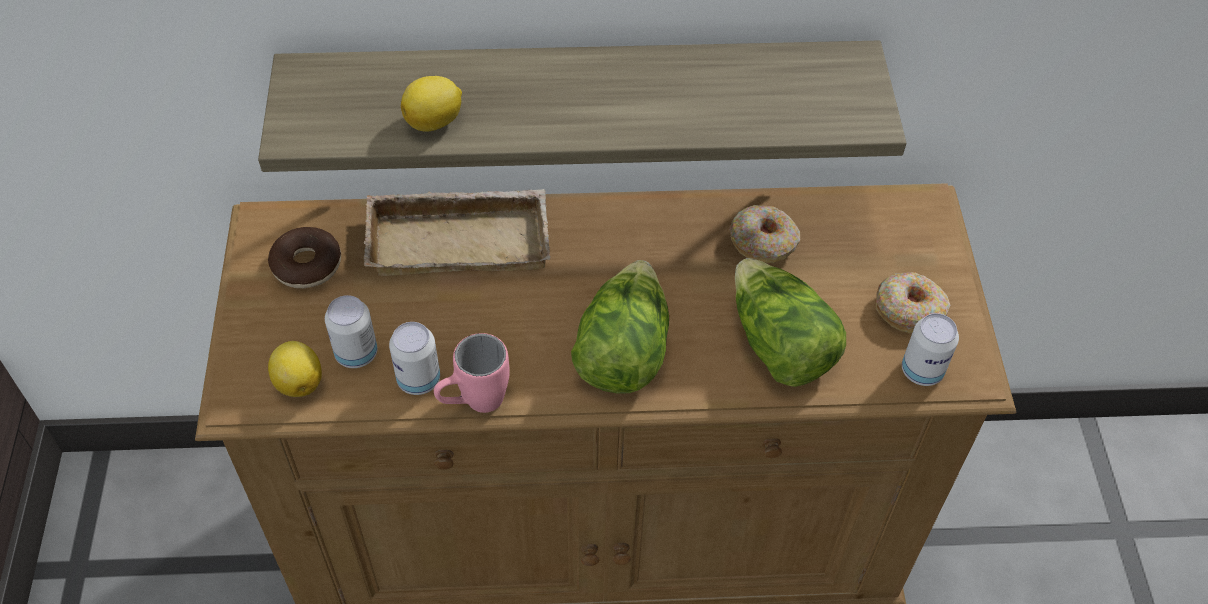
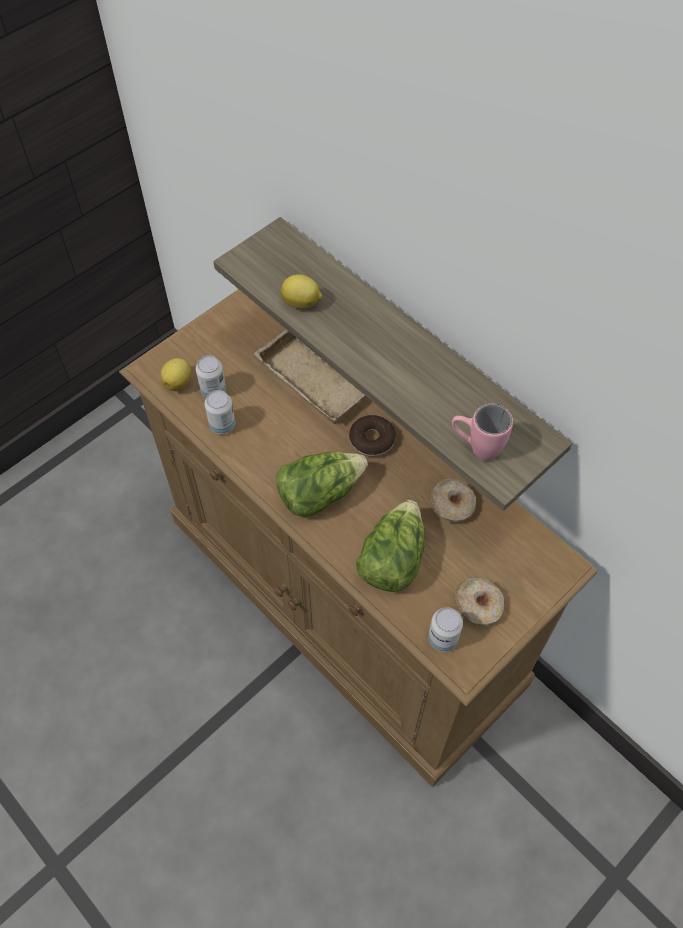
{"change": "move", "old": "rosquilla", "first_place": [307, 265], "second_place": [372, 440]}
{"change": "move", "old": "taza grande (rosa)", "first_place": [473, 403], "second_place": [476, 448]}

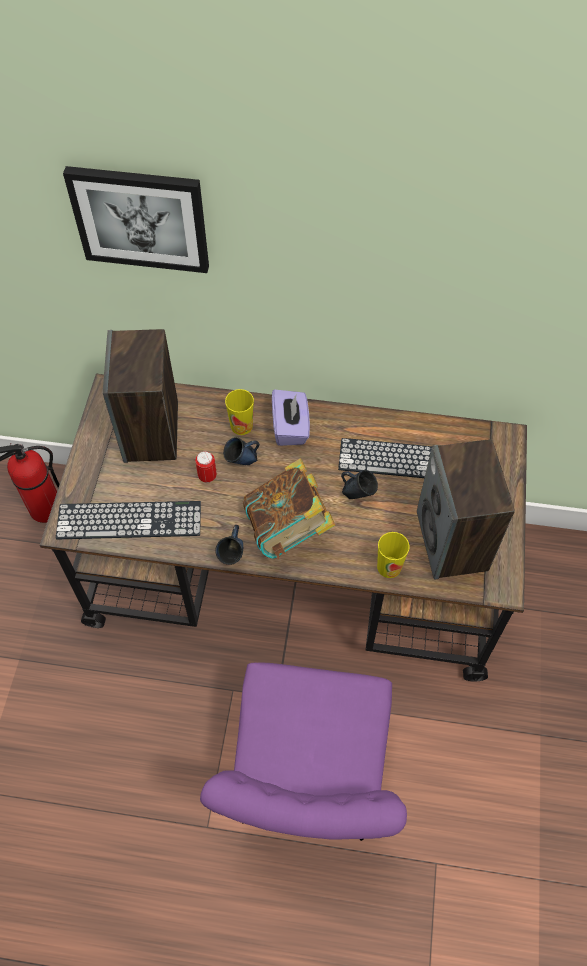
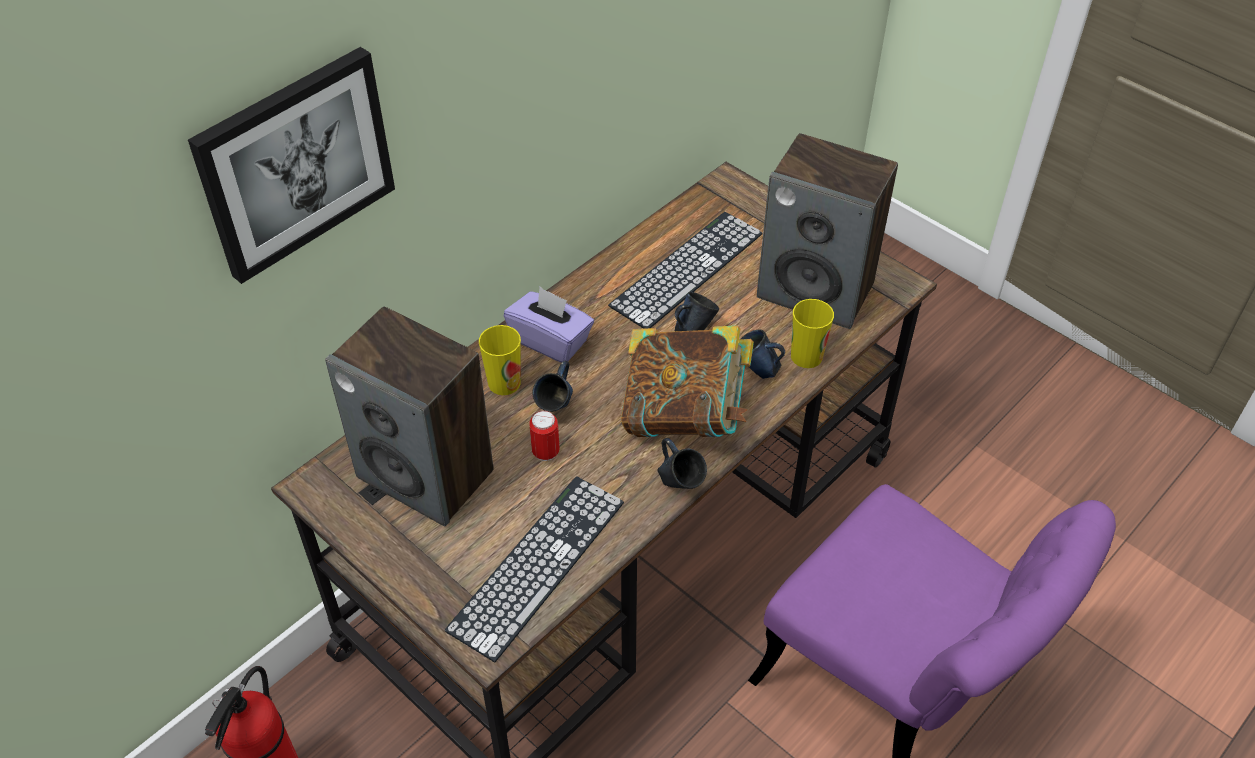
{"change": "insert", "new": "taza grande (azul)", "second_place": [757, 371]}

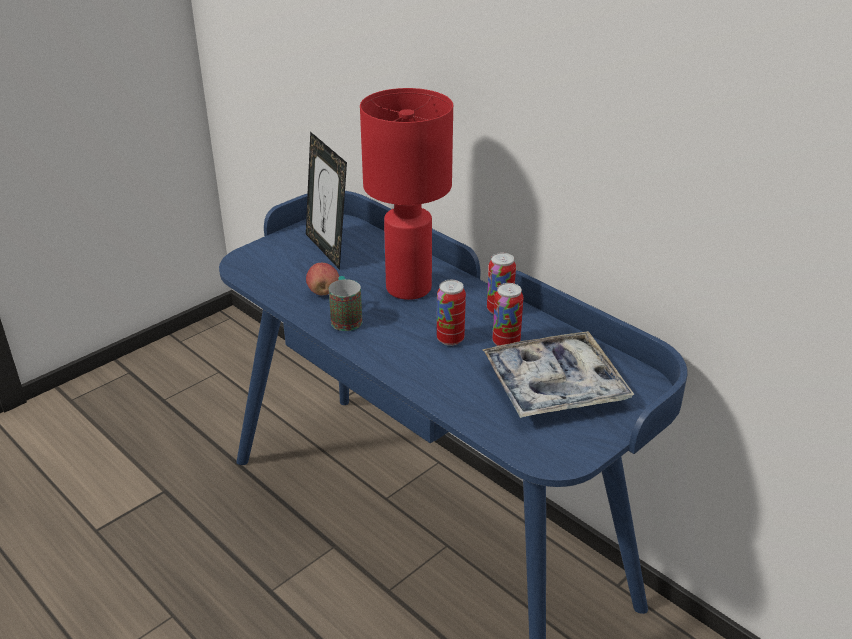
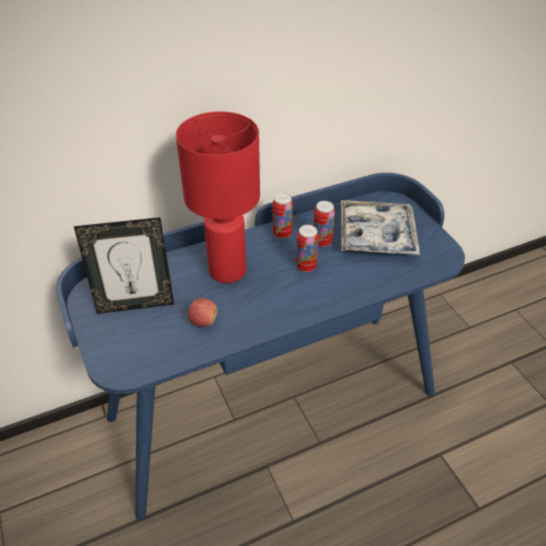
{"change": "delete", "old": "taza grande", "first_place": [345, 318]}

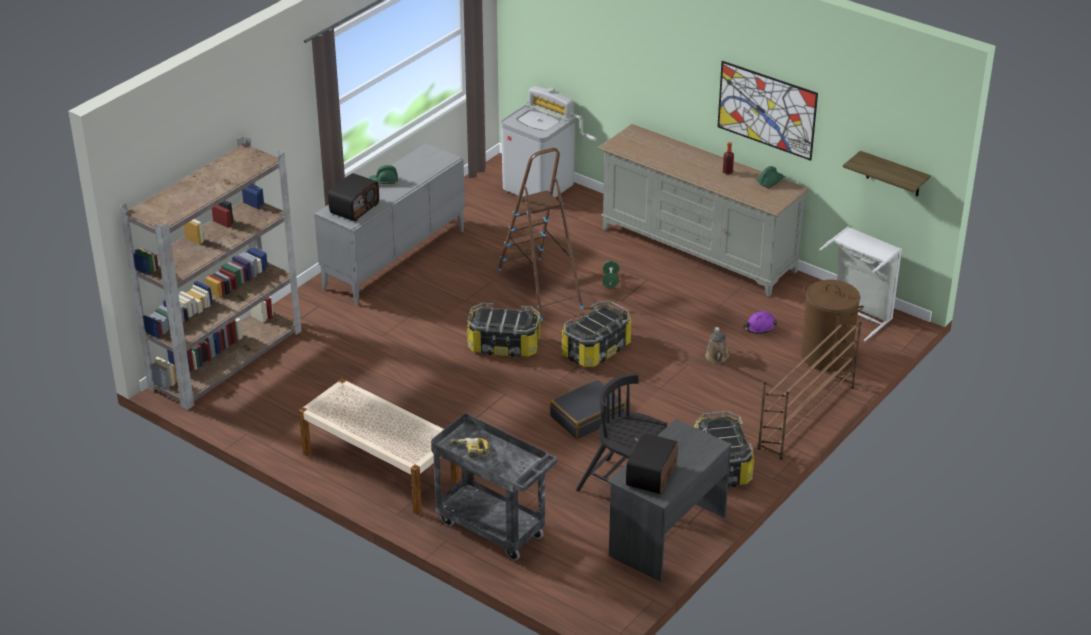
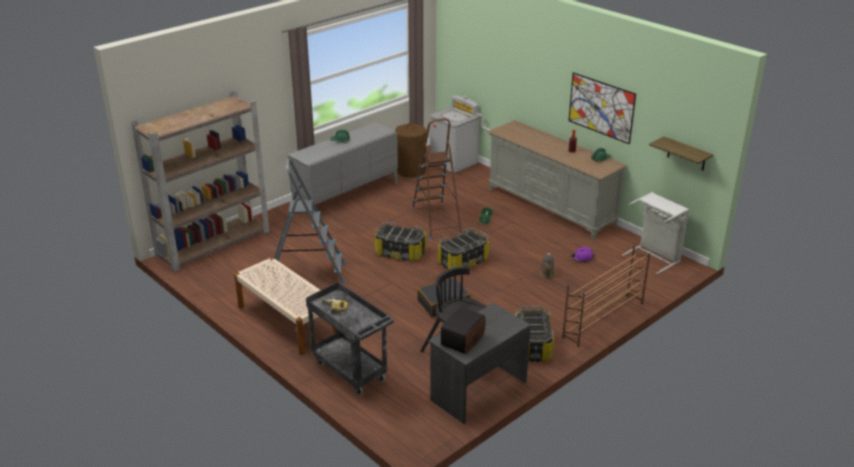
{"change": "delete", "old": "radio", "first_place": [354, 208]}
{"change": "insert", "new": "escalera de tijera (gris)", "second_place": [307, 274]}
{"change": "move", "old": "cesto de la ropa (marrón)", "first_place": [826, 356], "second_place": [411, 170]}

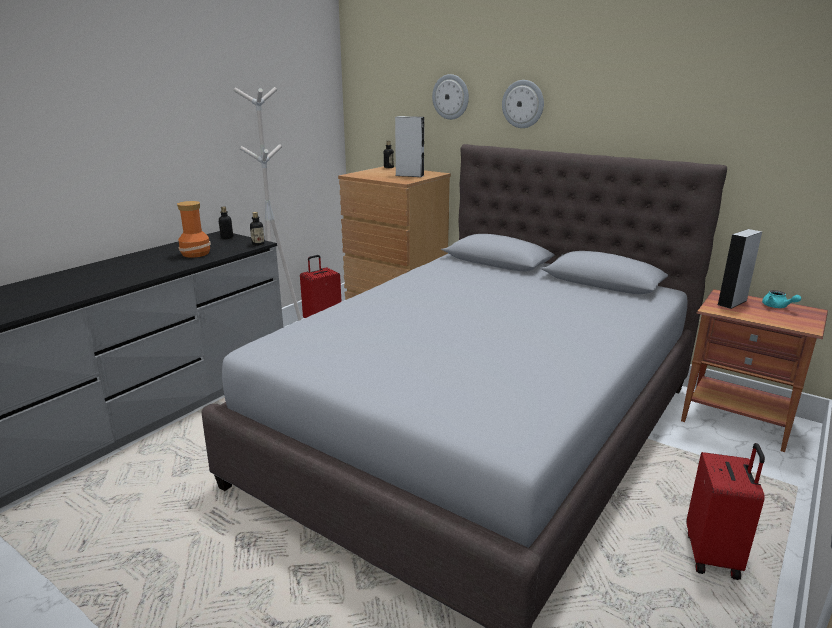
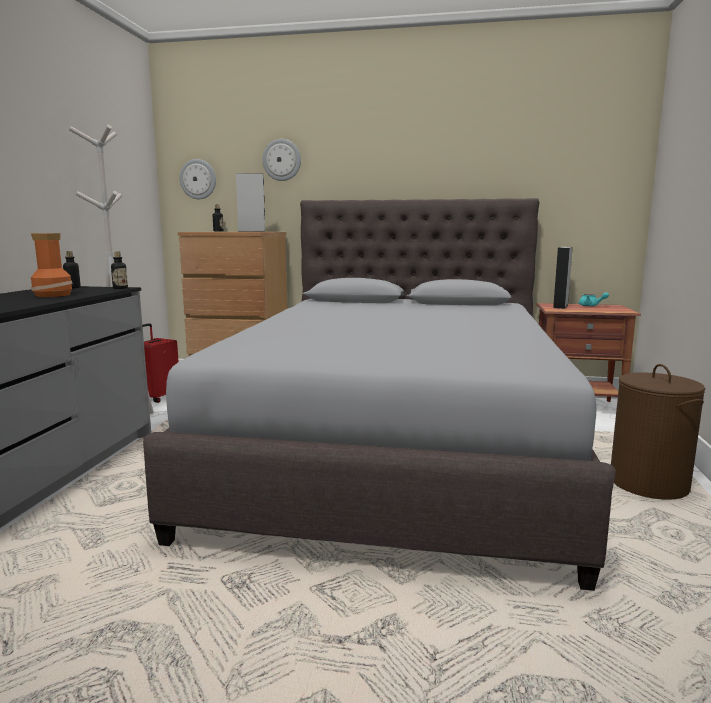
{"change": "move", "old": "reloj de pared", "first_place": [523, 104], "second_place": [198, 179]}
{"change": "replace", "old": "maleta (rojo)", "new": "cesto de la ropa (marrón)", "first_place": [714, 555], "second_place": [649, 484]}

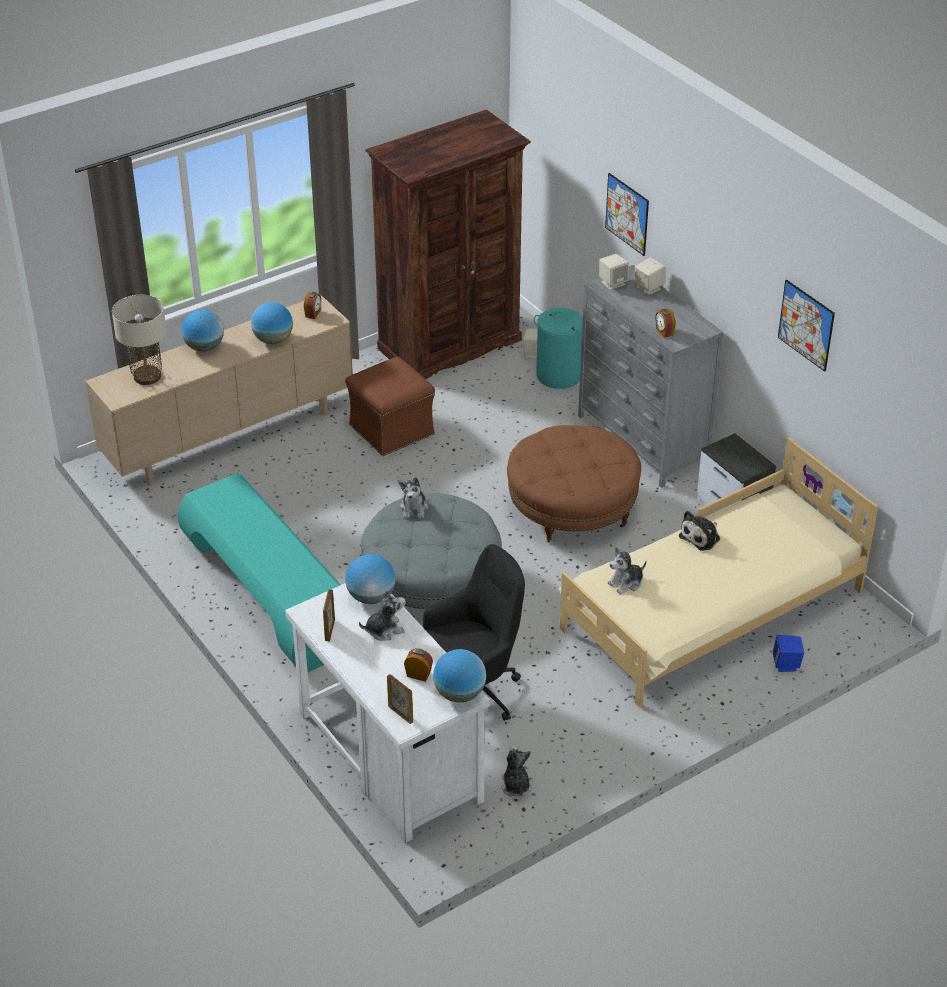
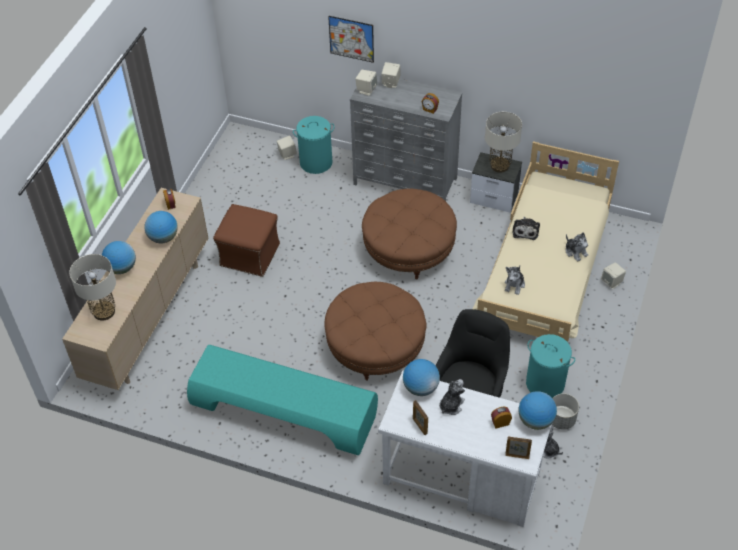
{"change": "delete", "old": "armario ropero (marrón)", "first_place": [450, 344]}
{"change": "delete", "old": "cuadro", "first_place": [806, 325]}
{"change": "insert", "new": "lámpara de mesa", "second_place": [499, 165]}
{"change": "insert", "new": "cesto de la ropa (turquesa)", "second_place": [545, 383]}
{"change": "insert", "new": "maceta (gris)", "second_place": [561, 419]}
{"change": "move", "old": "peluche", "first_place": [414, 508], "second_place": [575, 252]}
{"change": "recolor", "old": "puf (gris)", "new": "puf (marrón)", "first_place": [432, 583], "second_place": [375, 347]}
{"change": "recolor", "old": "altavoz (azul)", "new": "altavoz (beis)", "first_place": [786, 664], "second_place": [612, 282]}

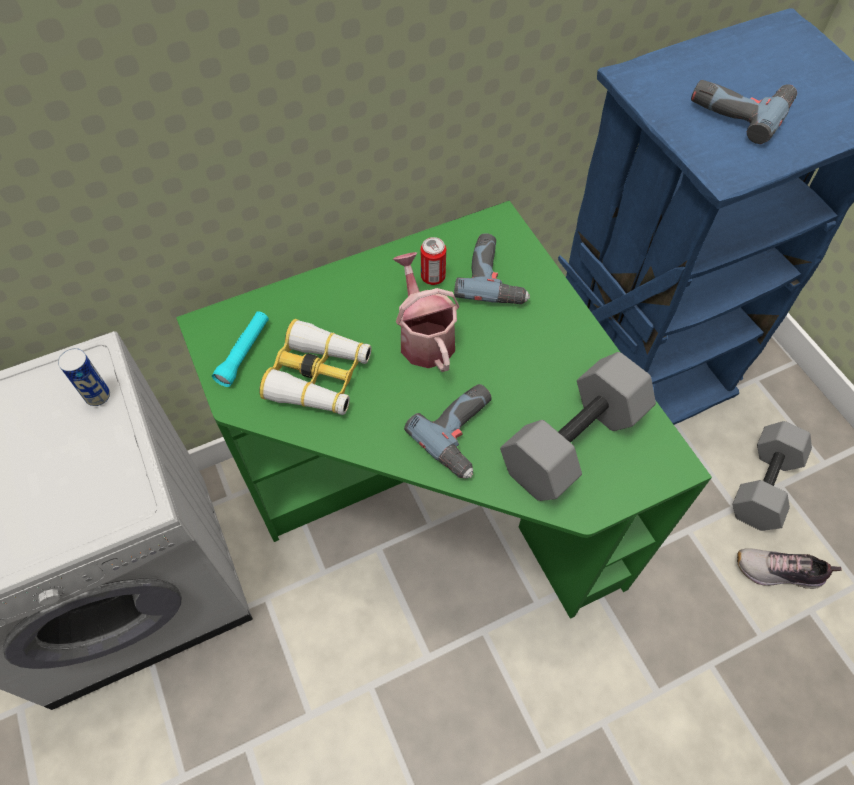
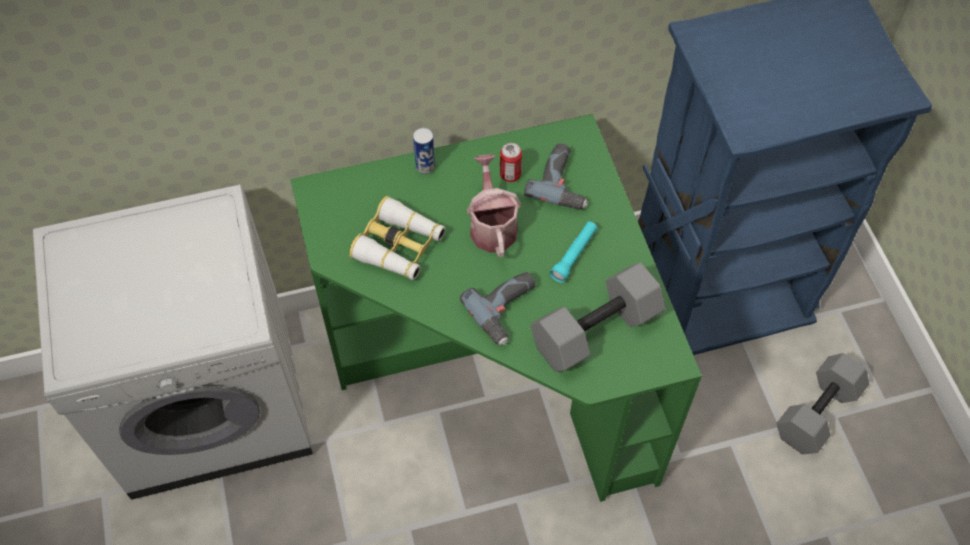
{"change": "delete", "old": "taladro", "first_place": [740, 108]}
{"change": "delete", "old": "zapato", "first_place": [778, 572]}
{"change": "move", "old": "lata", "first_place": [98, 396], "second_place": [425, 167]}
{"change": "move", "old": "linterna (turquesa)", "first_place": [244, 353], "second_place": [574, 255]}

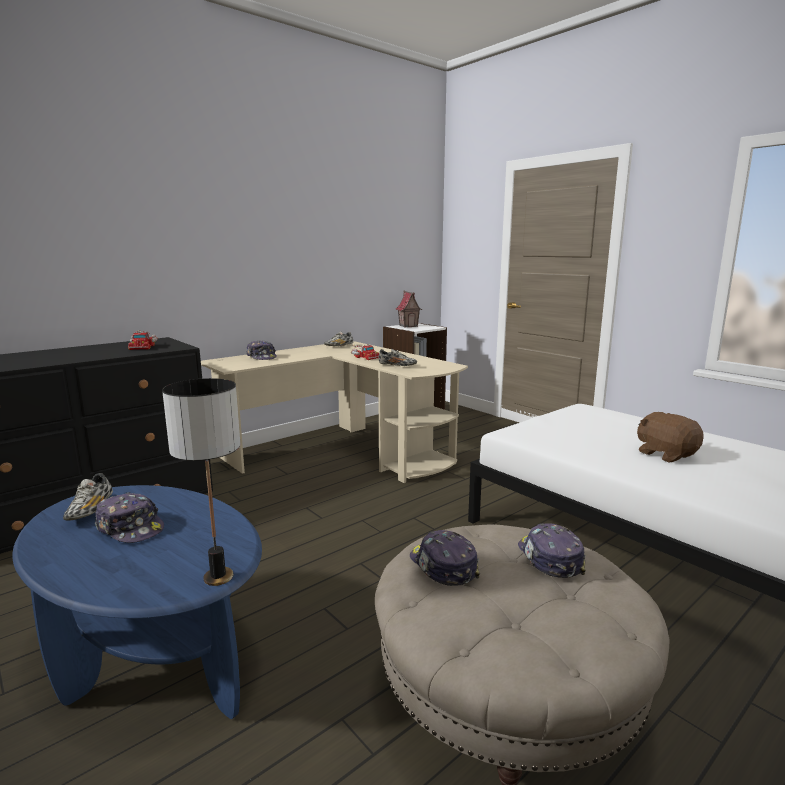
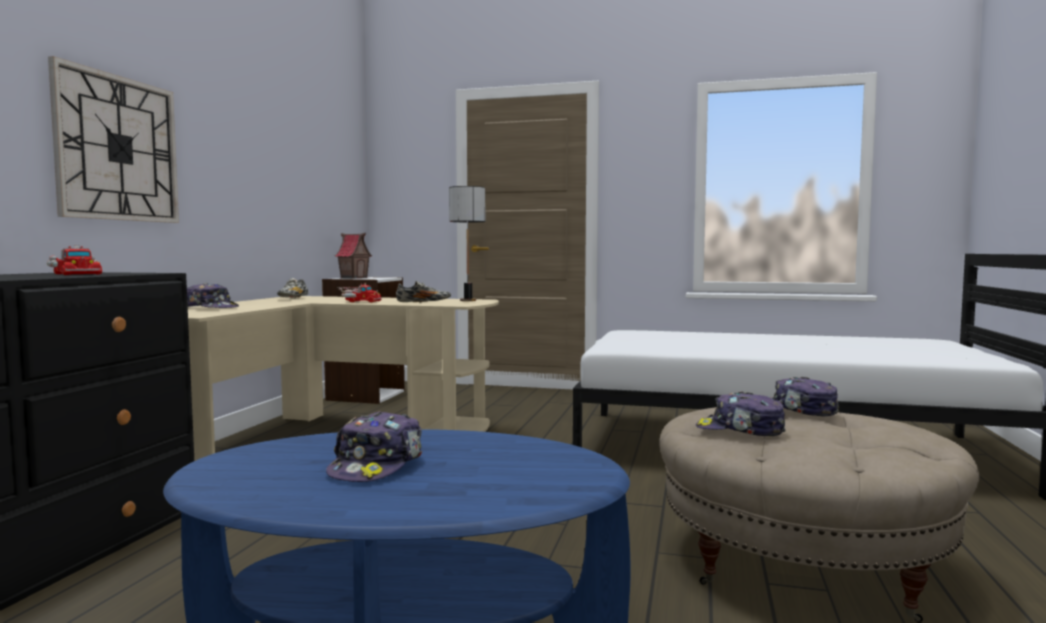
{"change": "delete", "old": "zapato", "first_place": [90, 510]}
{"change": "delete", "old": "peluche (marrón)", "first_place": [666, 454]}
{"change": "insert", "new": "reloj de pared", "second_place": [118, 148]}
{"change": "move", "old": "lámpara de mesa", "first_place": [217, 577], "second_place": [467, 300]}
{"change": "rotate", "old": "gorra", "first_place": [131, 528], "second_place": [377, 465], "degrees": 105}

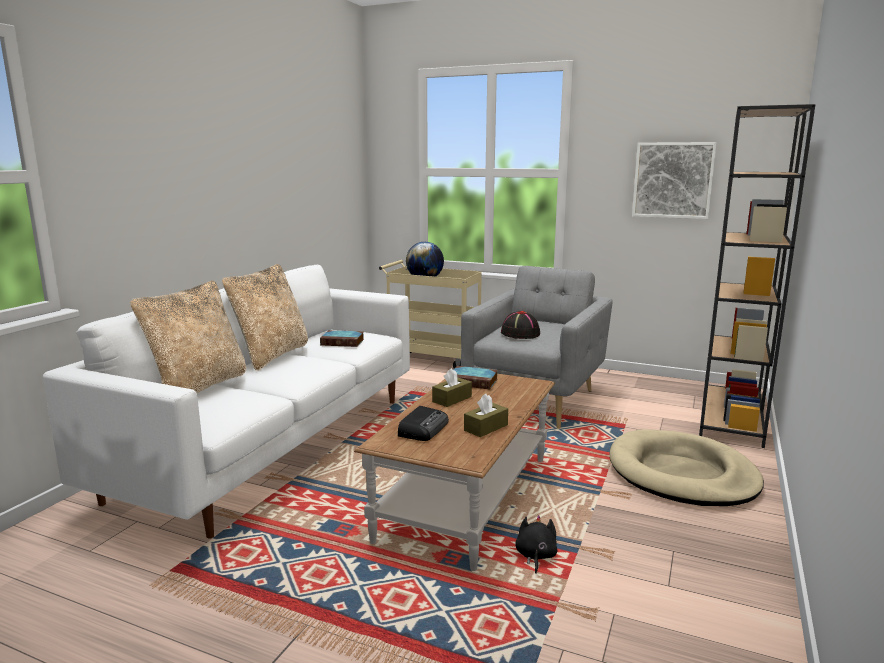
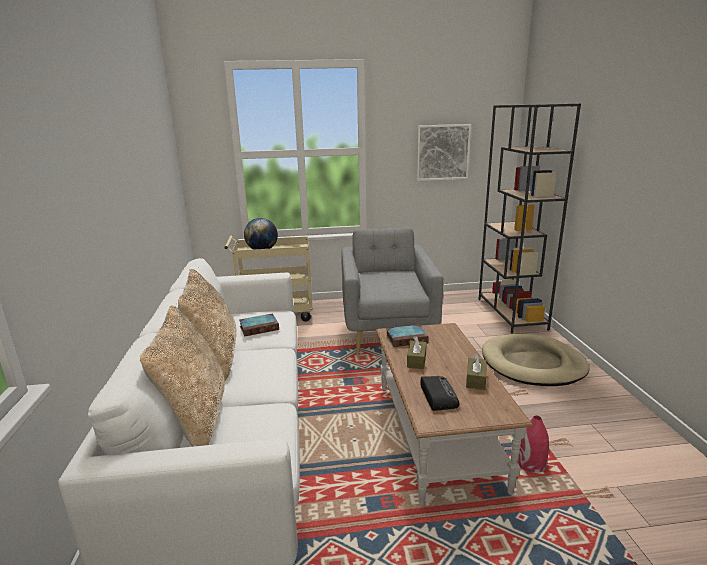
{"change": "delete", "old": "sombrero (negro)", "first_place": [519, 333]}
{"change": "replace", "old": "peluche (negro)", "new": "florero (rojo)", "first_place": [535, 556], "second_place": [531, 463]}

